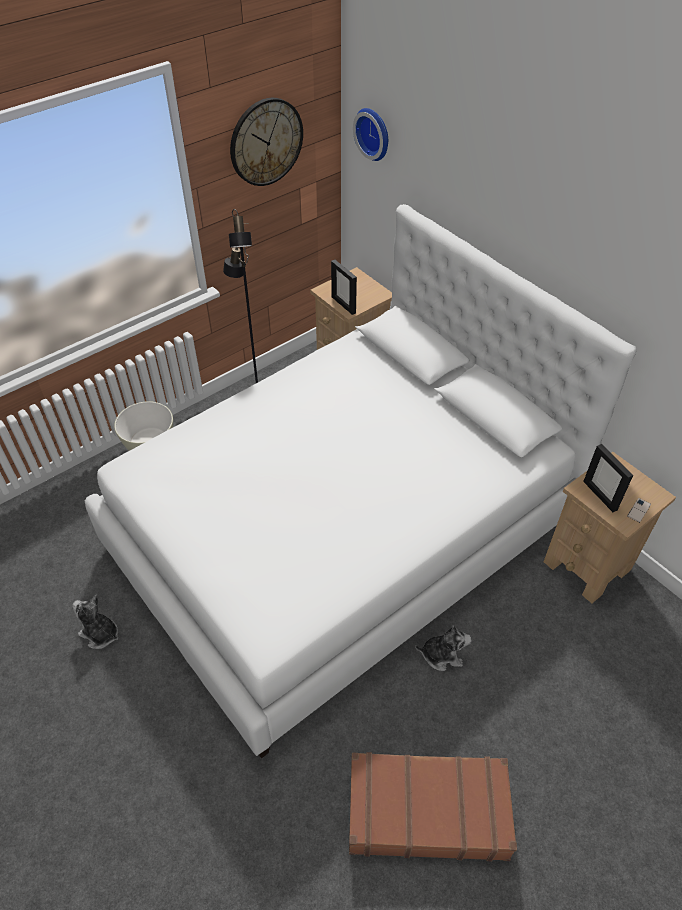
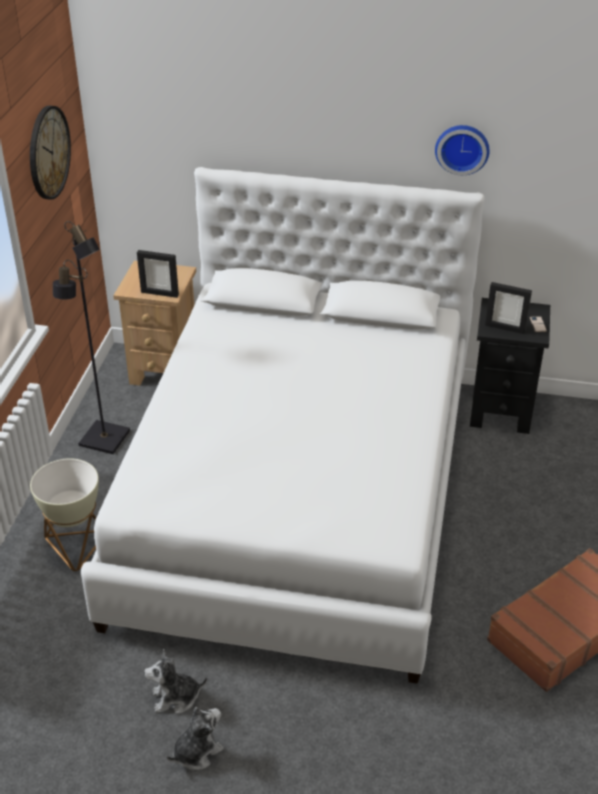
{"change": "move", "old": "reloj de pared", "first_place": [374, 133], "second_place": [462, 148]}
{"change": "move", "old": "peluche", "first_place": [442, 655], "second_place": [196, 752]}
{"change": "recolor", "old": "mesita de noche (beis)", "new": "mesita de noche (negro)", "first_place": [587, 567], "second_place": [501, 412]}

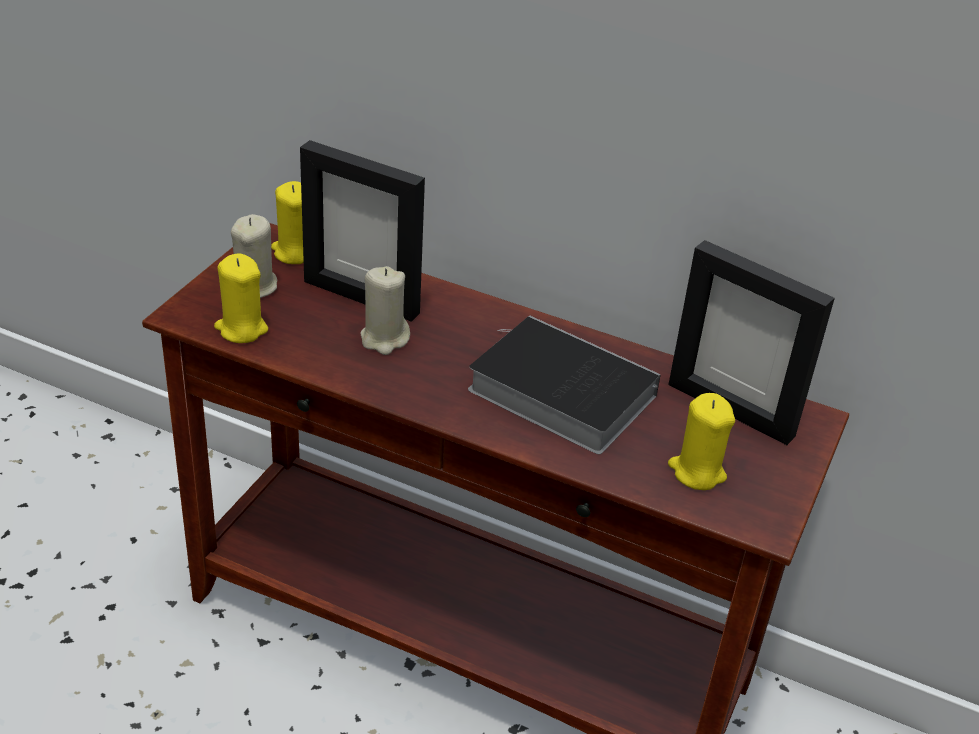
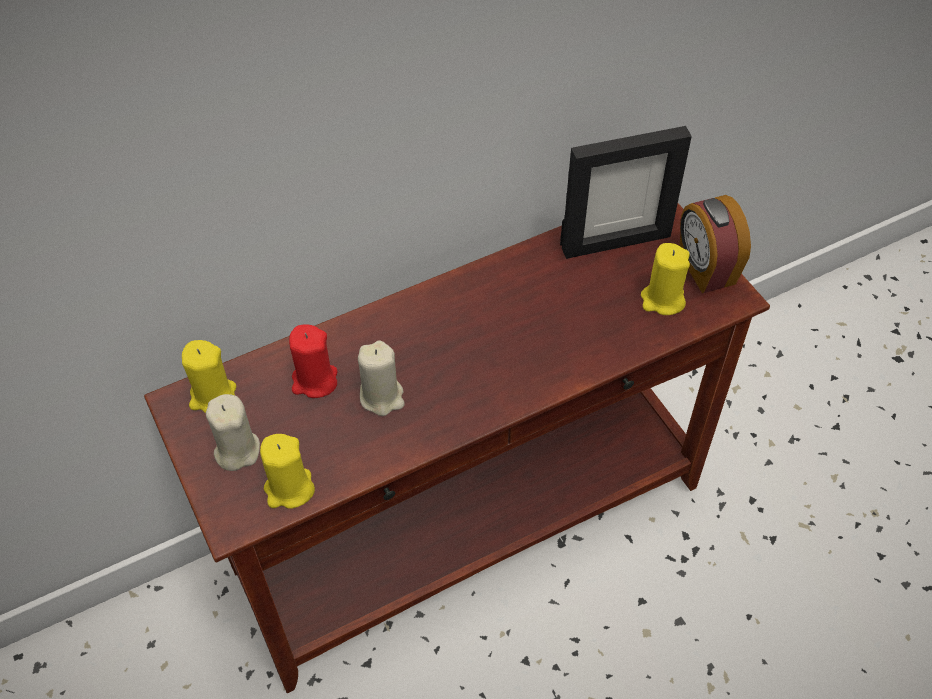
{"change": "delete", "old": "libro", "first_place": [556, 391]}
{"change": "insert", "new": "despertador", "second_place": [705, 269]}
{"change": "replace", "old": "portarretratos", "new": "vela (rojo)", "first_place": [362, 296], "second_place": [314, 381]}

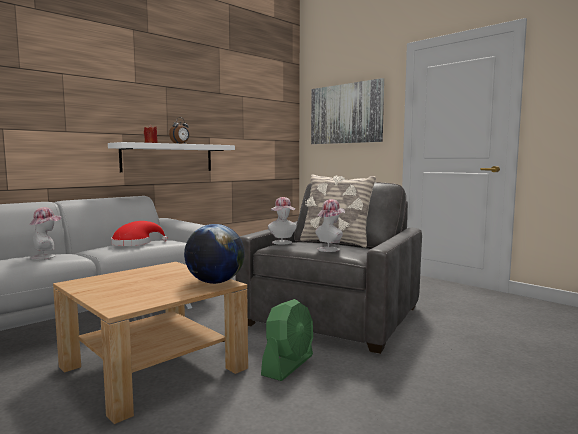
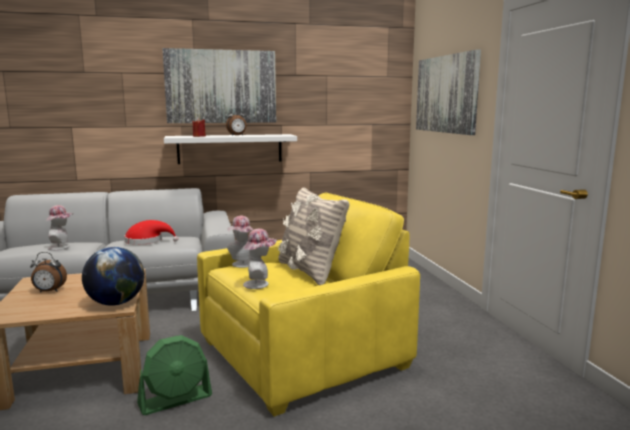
{"change": "insert", "new": "despertador", "second_place": [49, 291]}
{"change": "insert", "new": "cuadro", "second_place": [221, 86]}
{"change": "recolor", "old": "sillón (gris)", "new": "sillón (amarillo)", "first_place": [333, 316], "second_place": [303, 354]}

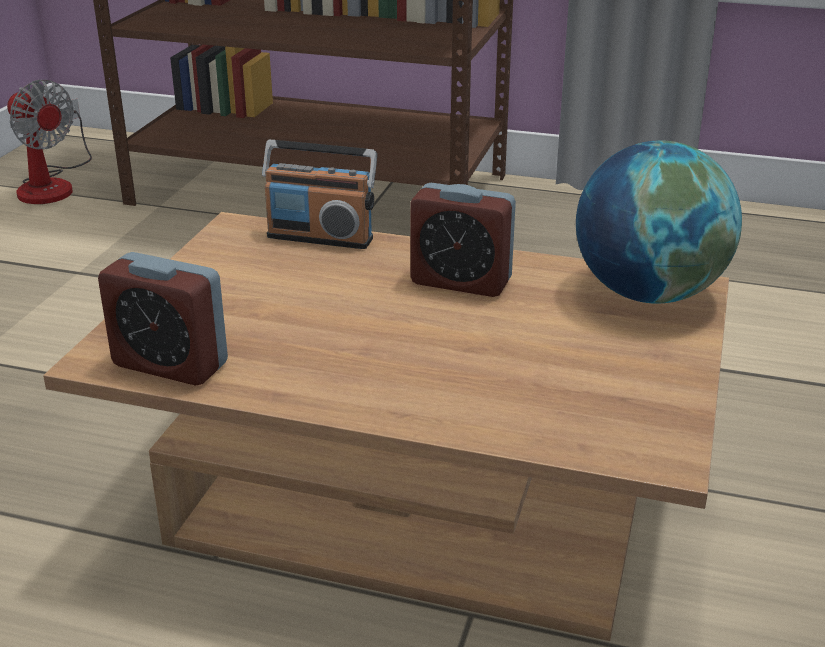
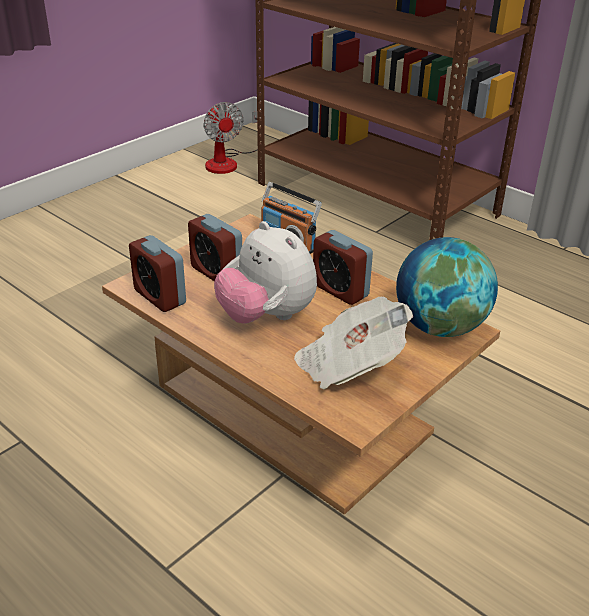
{"change": "insert", "new": "despertador", "second_place": [216, 272]}
{"change": "insert", "new": "peluche", "second_place": [266, 316]}
{"change": "insert", "new": "periódico", "second_place": [349, 364]}

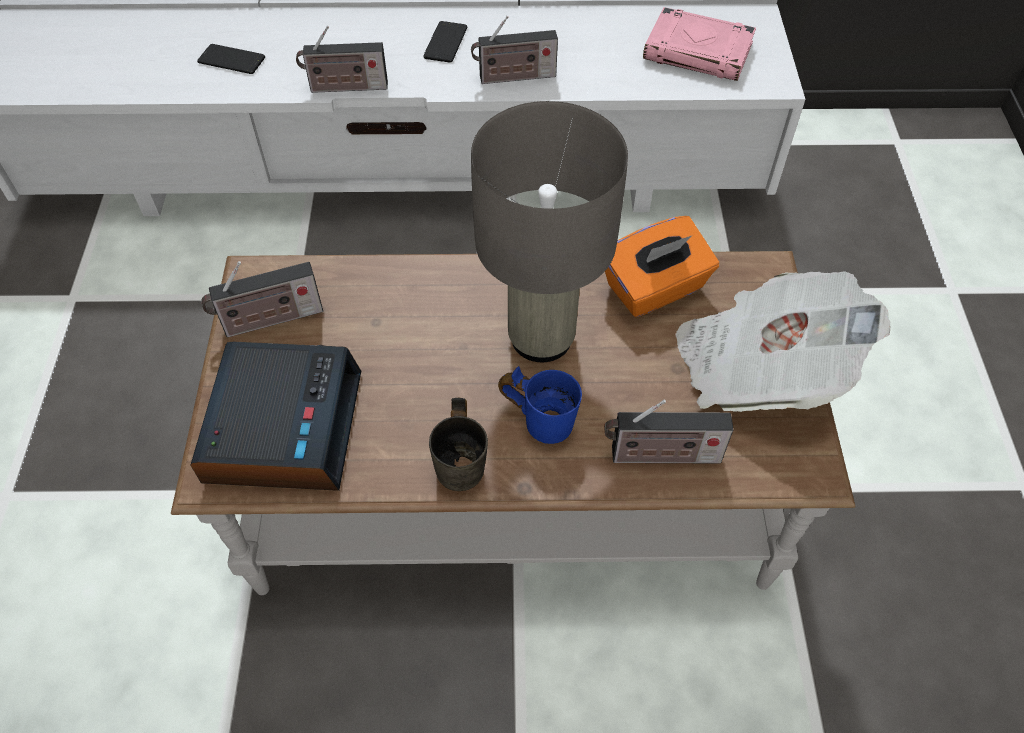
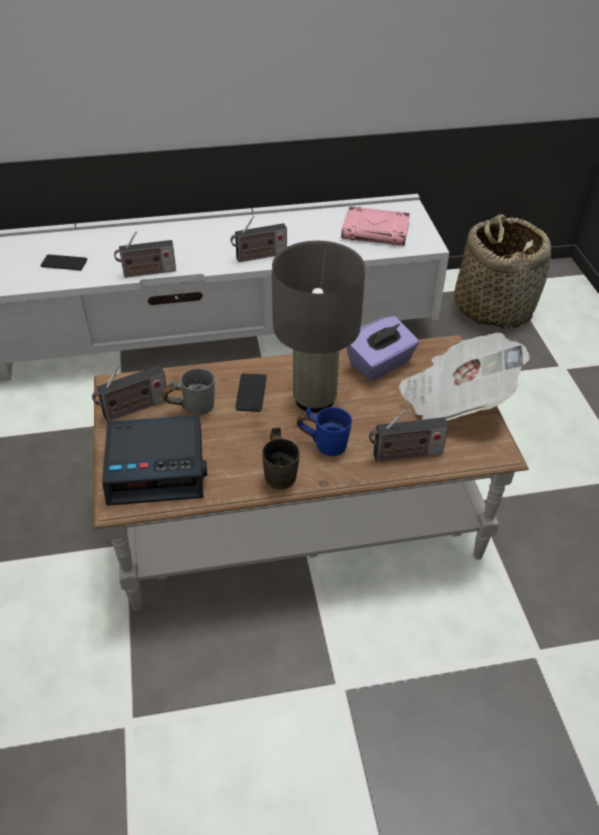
{"change": "insert", "new": "taza grande (gris)", "second_place": [192, 406]}
{"change": "insert", "new": "cesta", "second_place": [493, 307]}
{"change": "move", "old": "móvil", "first_place": [445, 42], "second_place": [251, 393]}
{"change": "recolor", "old": "caja de pañuelos (naranja)", "new": "caja de pañuelos (morado)", "first_place": [655, 289], "second_place": [380, 364]}
{"change": "rotate", "old": "despertador", "first_place": [282, 425], "second_place": [157, 467], "degrees": 90}

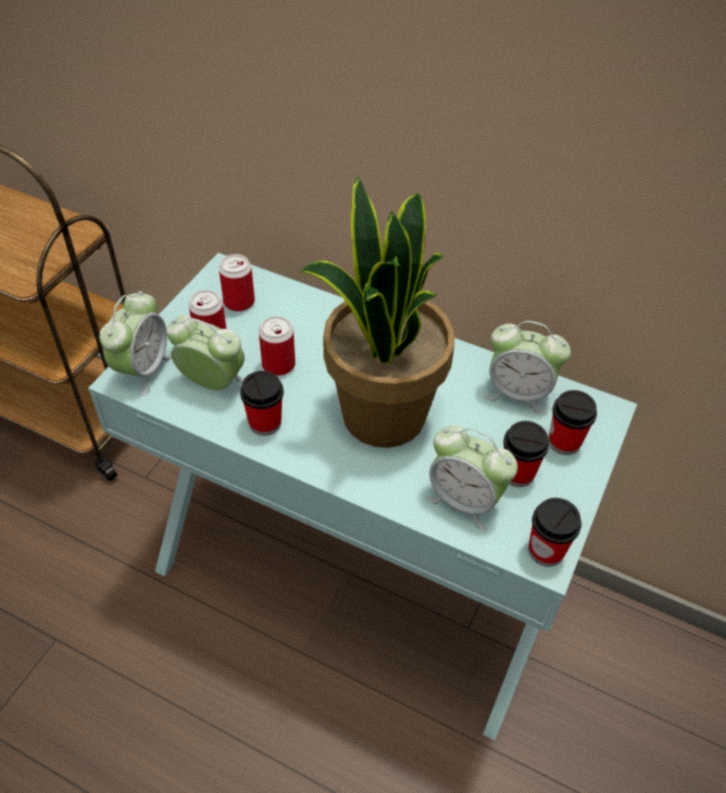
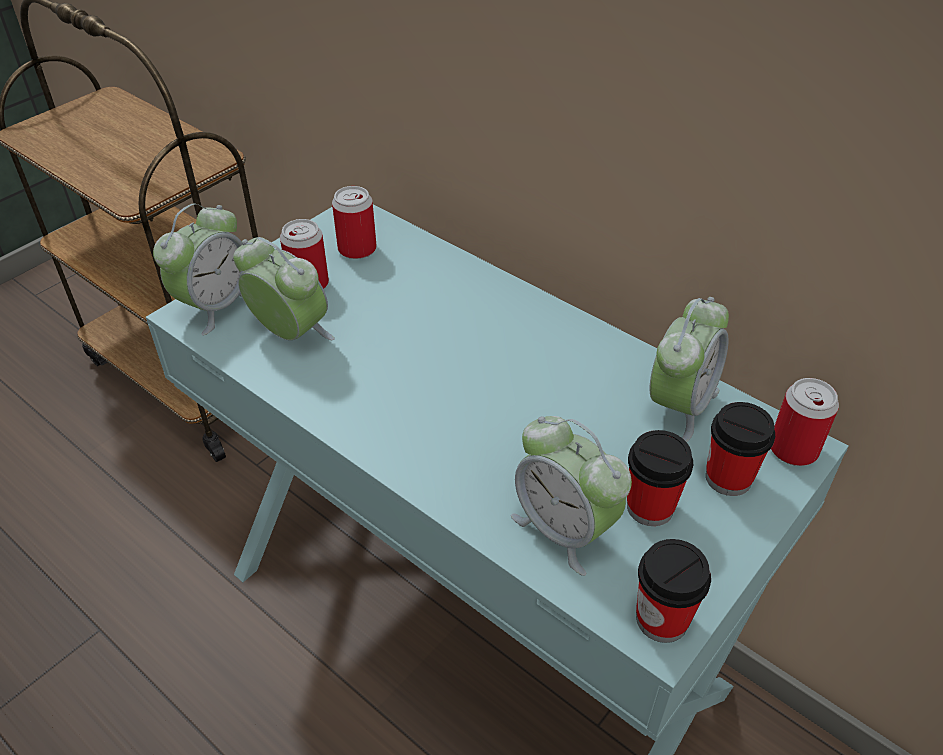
{"change": "delete", "old": "taza", "first_place": [265, 423]}
{"change": "delete", "old": "planta en maceta", "first_place": [381, 414]}
{"change": "move", "old": "lata", "first_place": [278, 364], "second_place": [793, 449]}
{"change": "rotate", "old": "despertador", "first_place": [518, 393], "second_place": [680, 405], "degrees": -90}

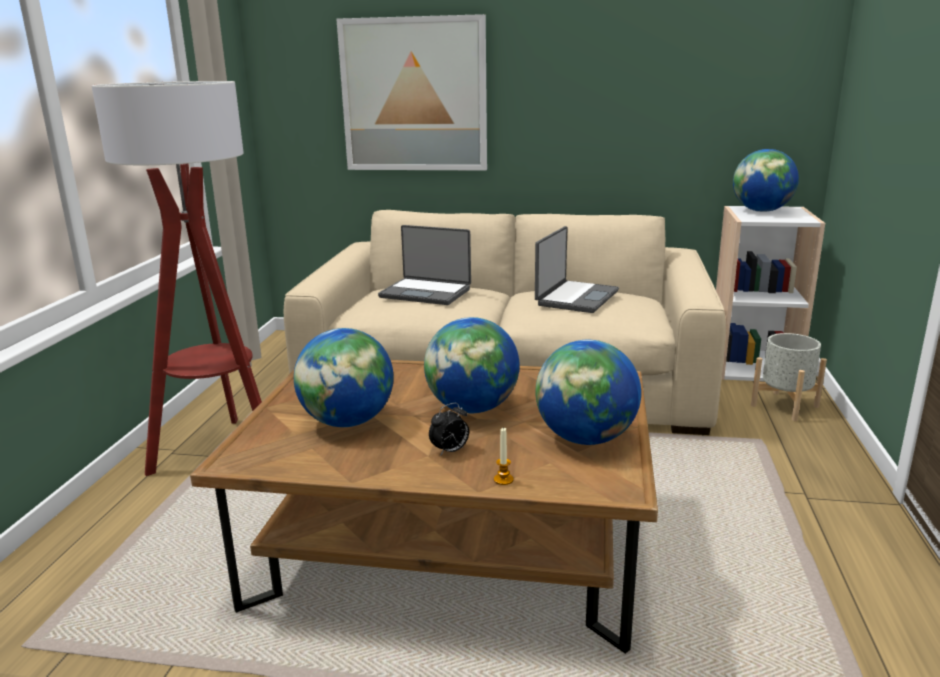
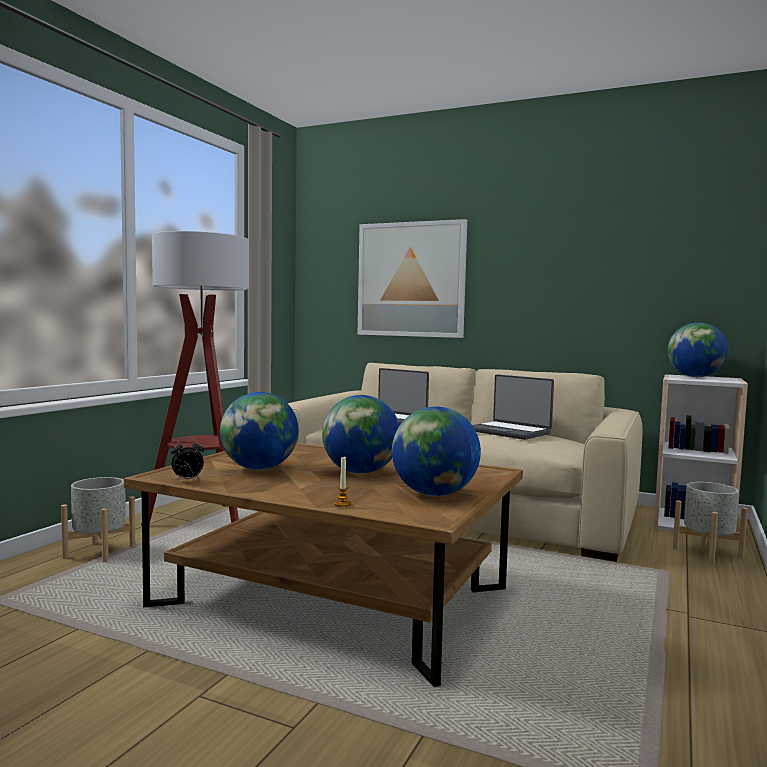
{"change": "insert", "new": "maceta (gris)", "second_place": [99, 552]}
{"change": "move", "old": "despertador", "first_place": [450, 451], "second_place": [187, 480]}
{"change": "rotate", "old": "portátil", "first_place": [575, 298], "second_place": [509, 432], "degrees": 90}

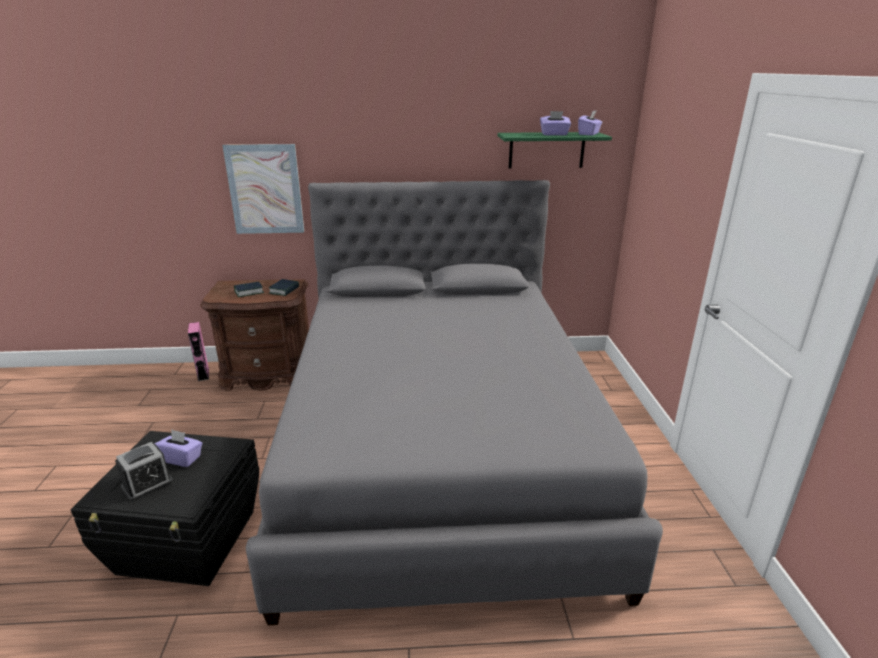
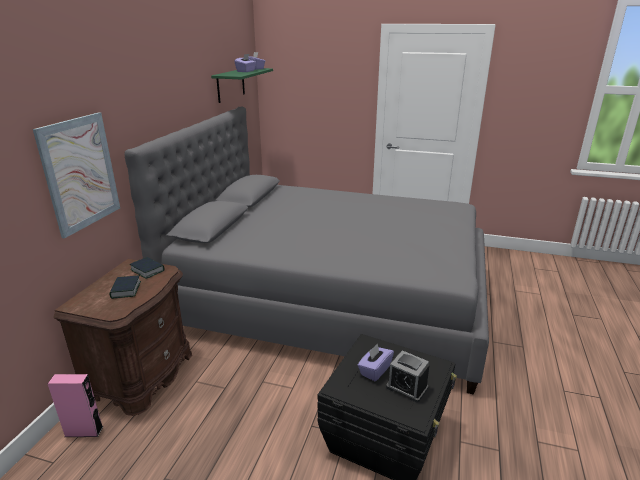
{"change": "rotate", "old": "despertador", "first_place": [147, 484], "second_place": [407, 387], "degrees": 150}

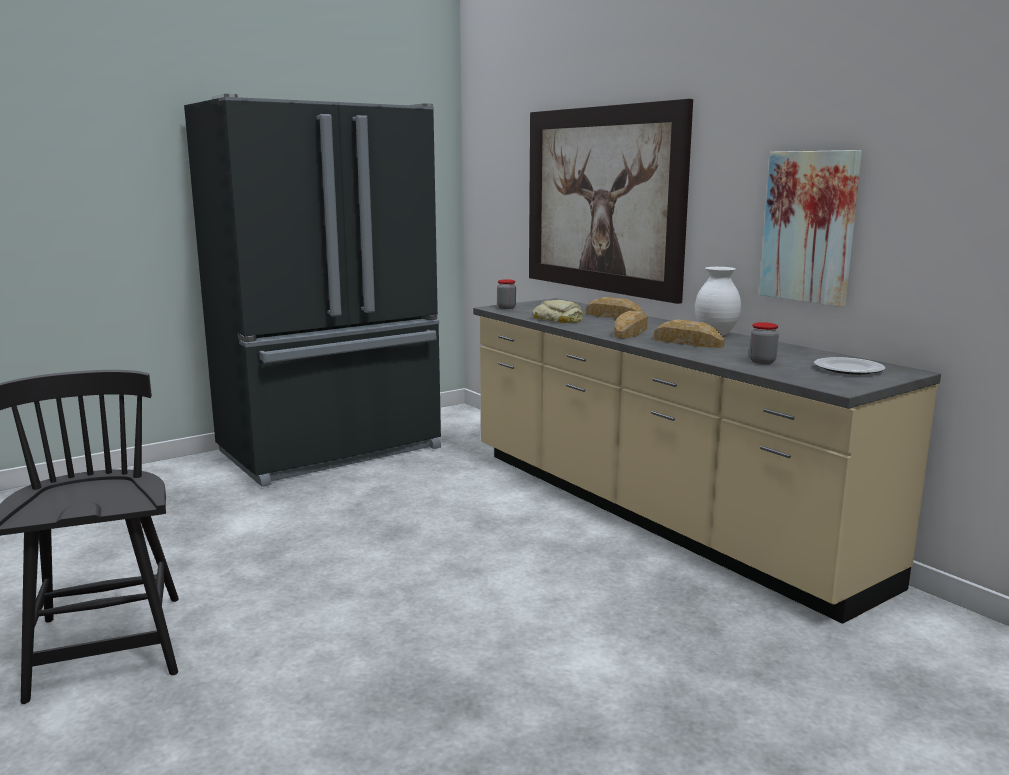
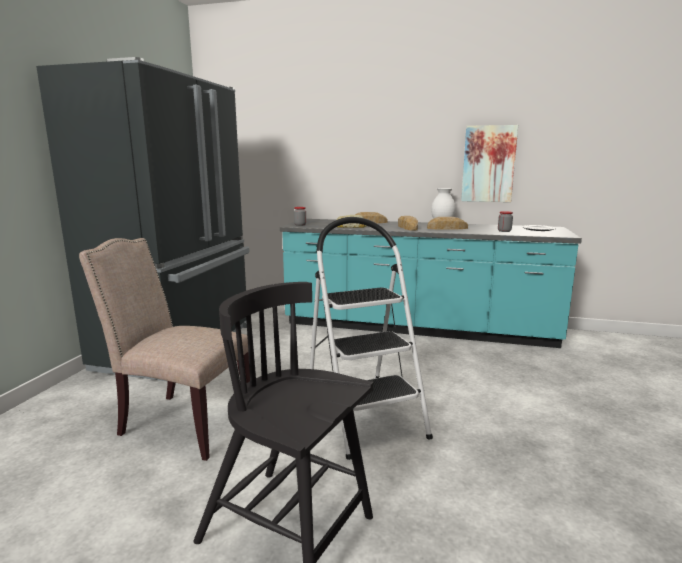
{"change": "delete", "old": "cuadro", "first_place": [602, 200]}
{"change": "insert", "new": "silla (beis)", "second_place": [182, 422]}
{"change": "insert", "new": "escalera de tijera", "second_place": [363, 414]}
{"change": "recolor", "old": "mueble bajo de cocina (beis)", "new": "mueble bajo de cocina (turquesa)", "first_place": [653, 513], "second_place": [417, 328]}

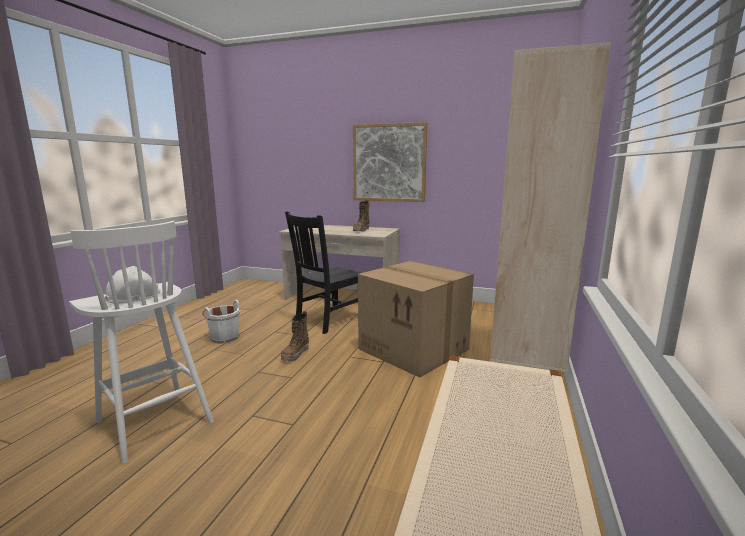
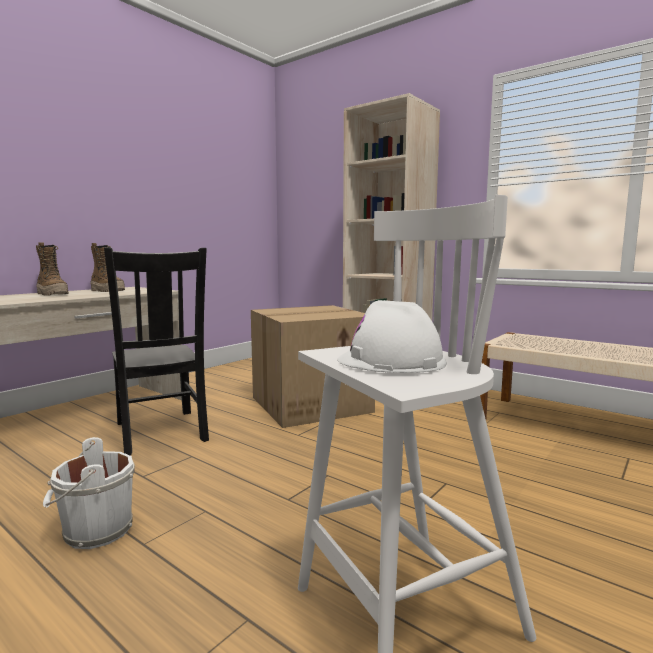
{"change": "delete", "old": "cuadro", "first_place": [389, 163]}
{"change": "move", "old": "bota", "first_place": [295, 354], "second_place": [52, 294]}

